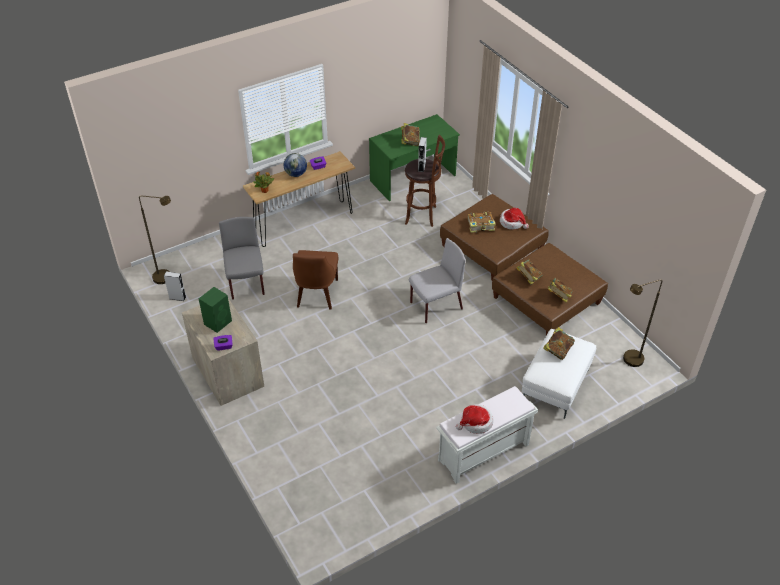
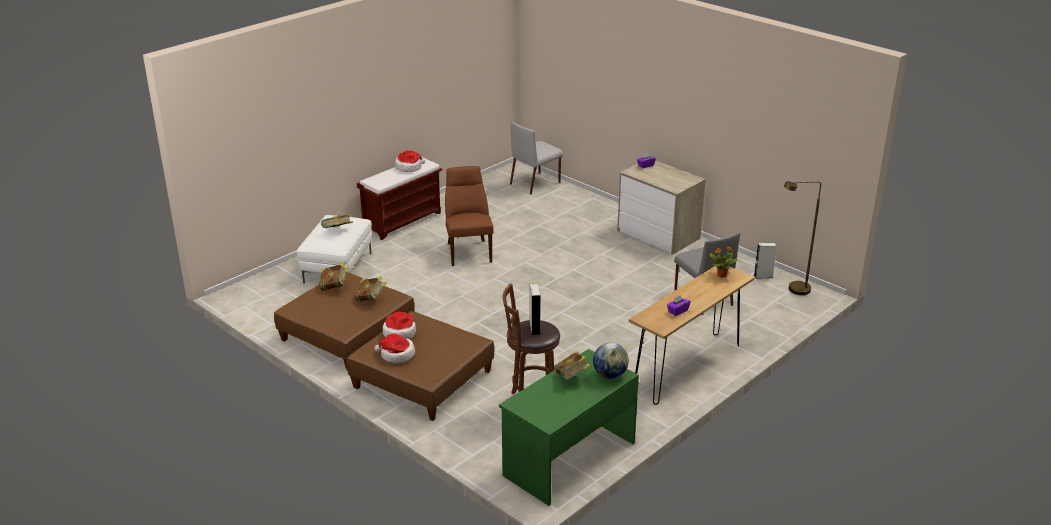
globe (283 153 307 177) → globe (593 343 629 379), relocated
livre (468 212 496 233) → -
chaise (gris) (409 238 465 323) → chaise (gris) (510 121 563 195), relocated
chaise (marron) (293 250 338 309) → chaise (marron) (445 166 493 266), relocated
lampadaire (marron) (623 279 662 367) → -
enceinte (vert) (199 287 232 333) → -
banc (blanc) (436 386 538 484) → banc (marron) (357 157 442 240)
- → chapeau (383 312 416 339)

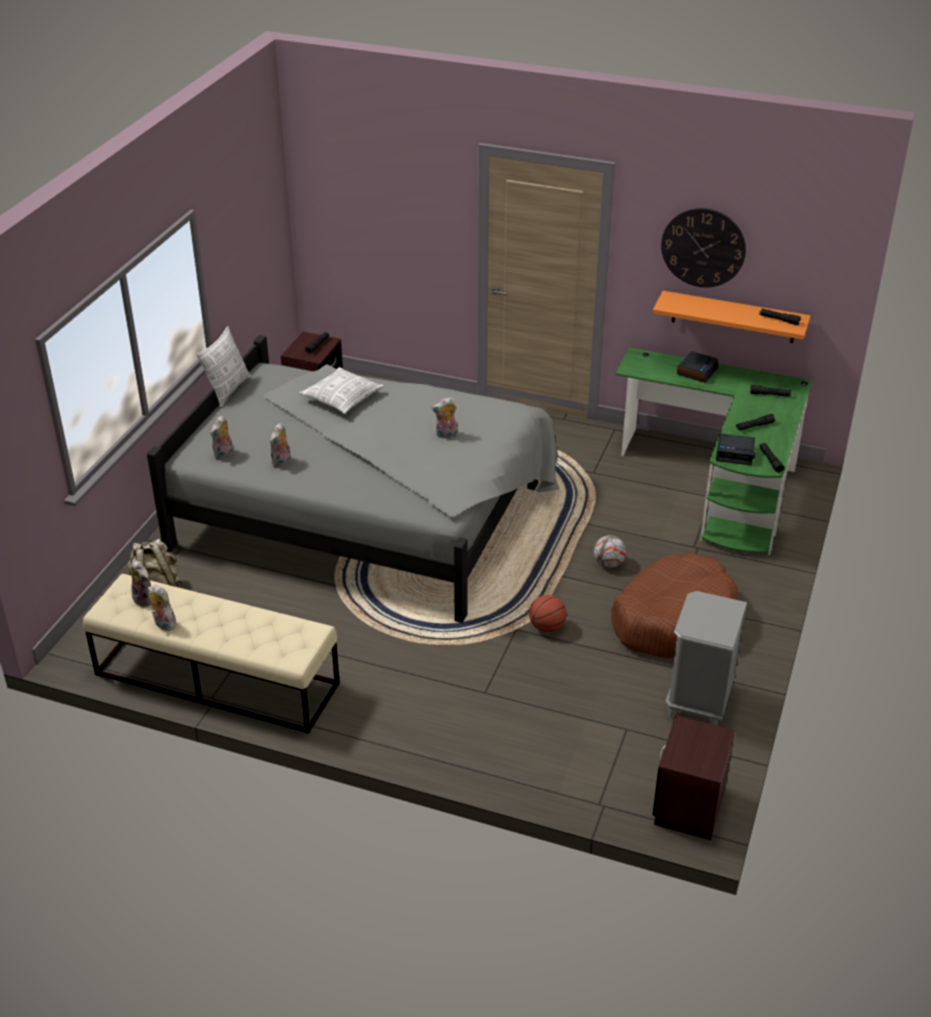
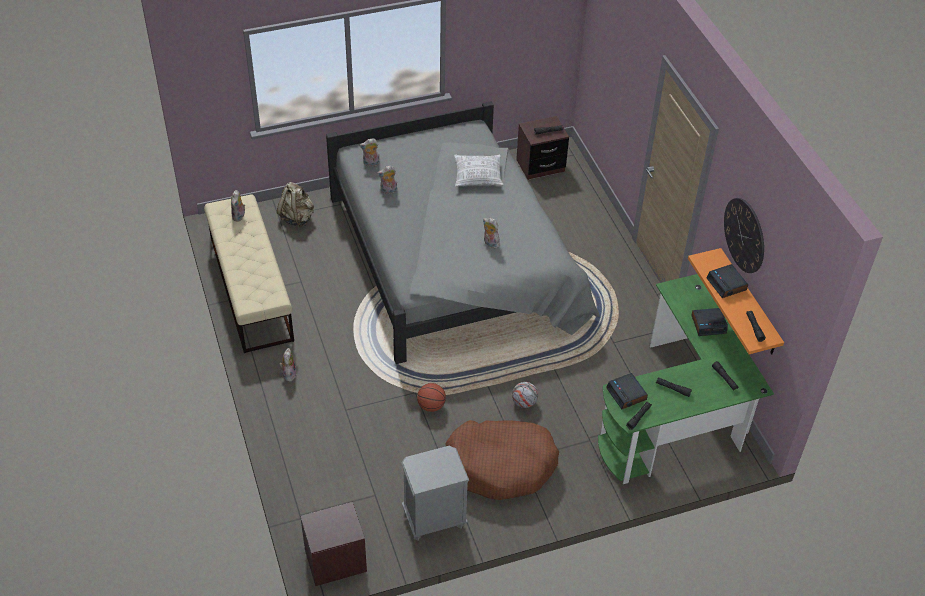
coussin (197 326 251 407) → -
peluche (148 585 177 631) → peluche (280 348 297 382), relocated
- → réveil (707 264 748 298)

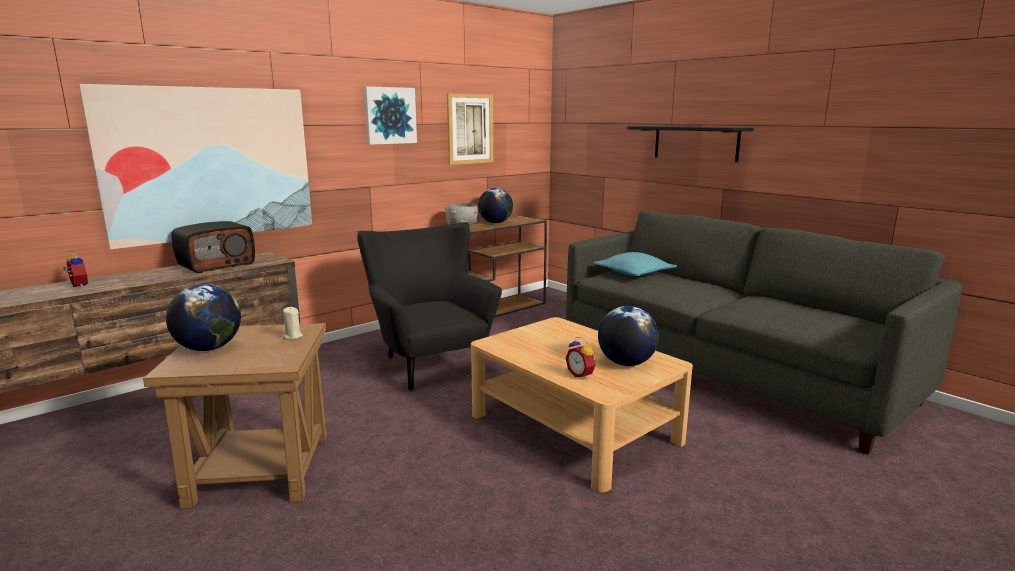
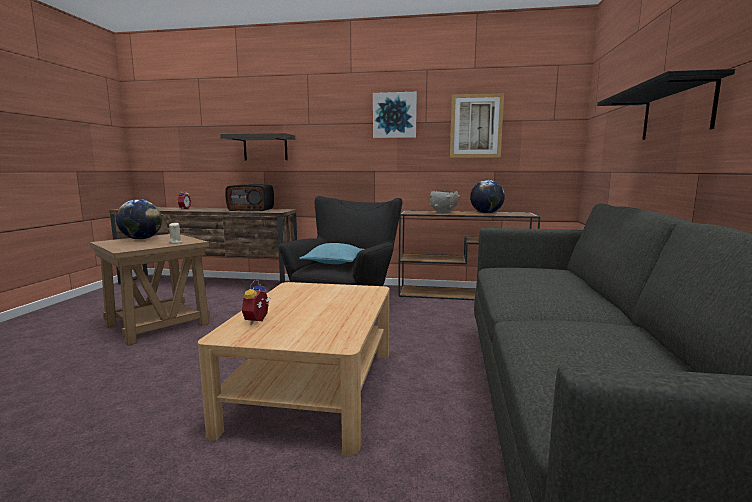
tableau (79 84 312 249) → étagère (220 133 295 160)
coussin (turquoise) (593 252 677 276) → coussin (turquoise) (299 243 364 264), relocated
globe (598 306 659 366) → -

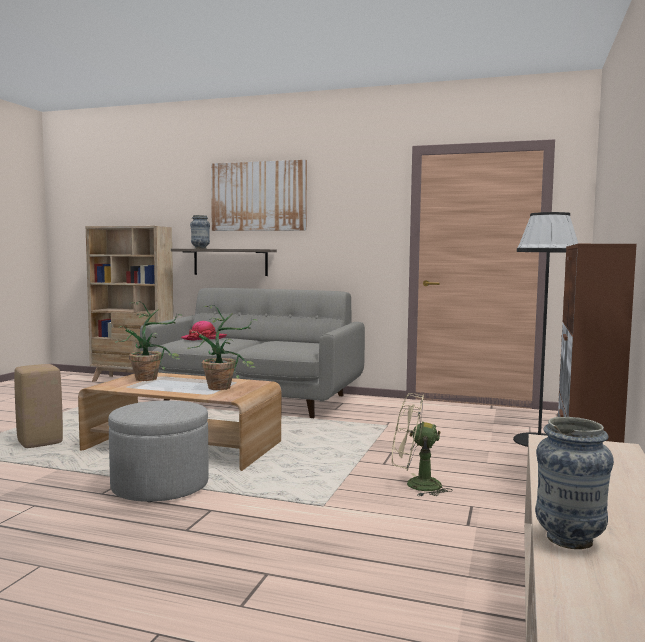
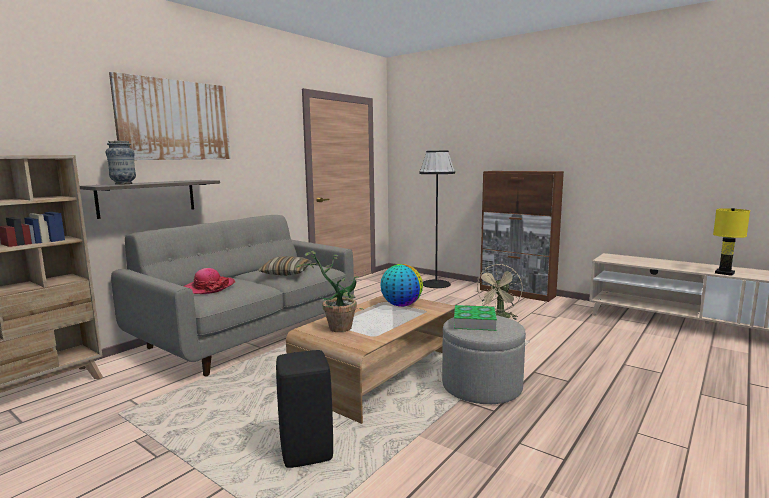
plante en pot (187 305 258 390) → globe (380 264 423 307)
tabouret (beige) (14 364 63 448) → tabouret (noir) (276 350 333 468)
vase (535 417 614 549) → lampe de table (jaune) (713 208 750 276)
- → coussin (258 256 312 276)
- → livre (454 305 497 331)

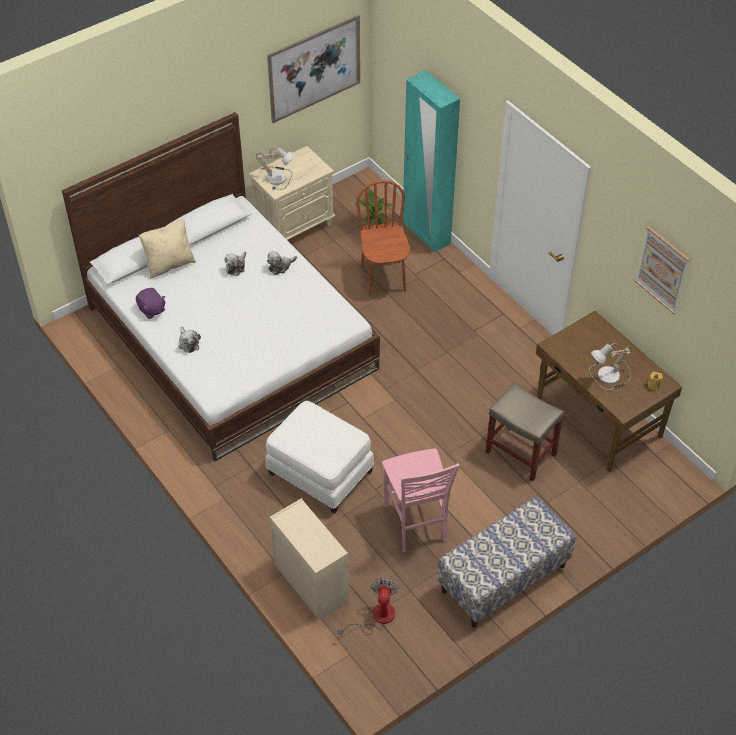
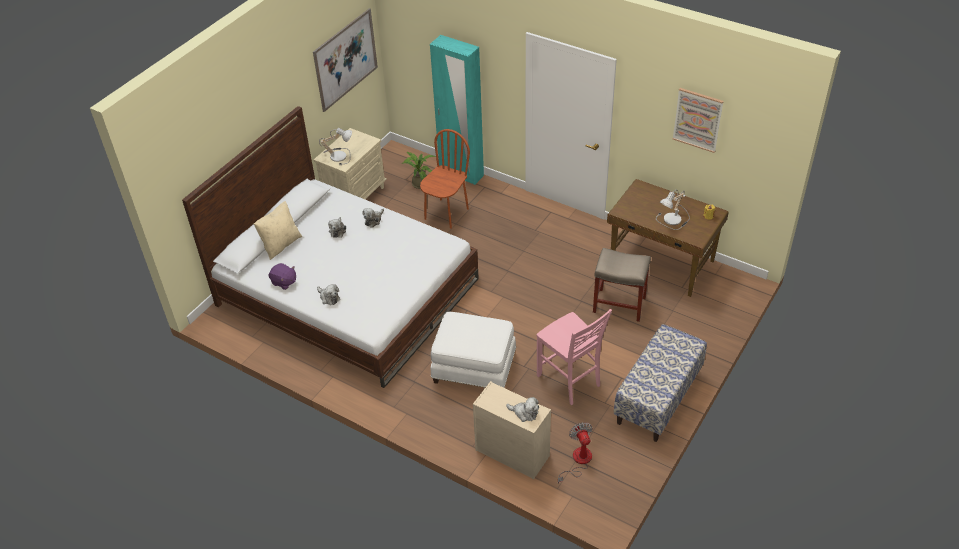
chaise (marron) (356 180 410 296) → chaise (marron) (420 129 470 229), 60 degrees clockwise
- → peluche (506 397 539 422)

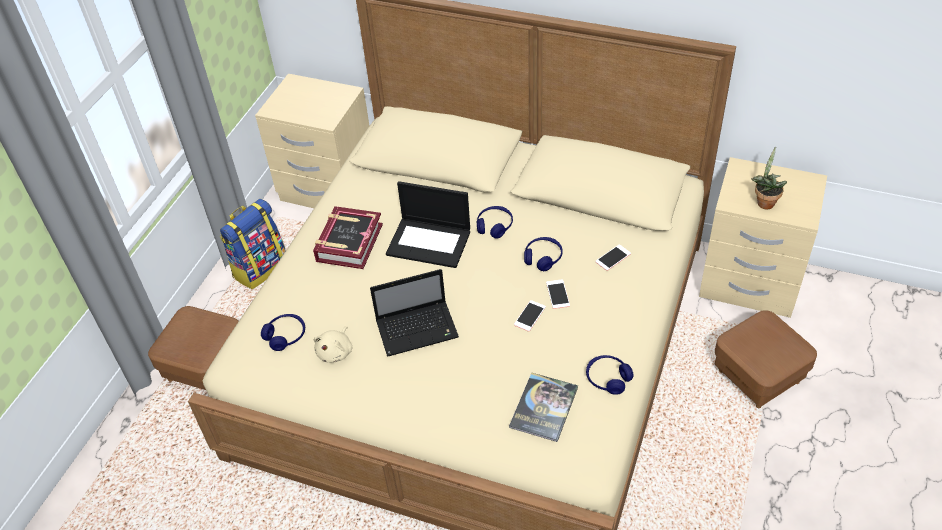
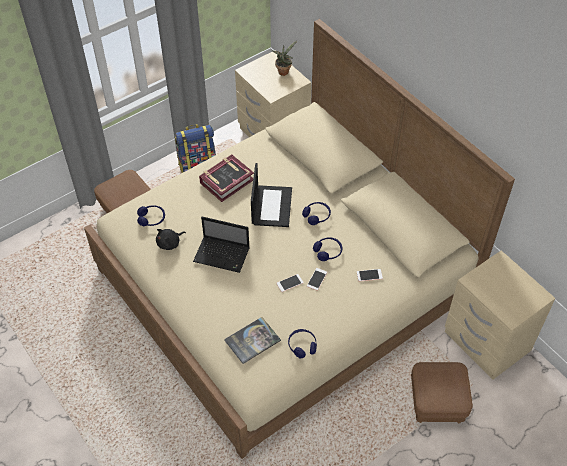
plante en pot (751 147 787 210) → plante en pot (271 41 297 76), relocated
ordinateur portable (386 181 470 268) → ordinateur portable (251 163 292 227), 135 degrees counterclockwise
peluche (beige) (314 326 352 363) → peluche (noir) (156 229 186 250)

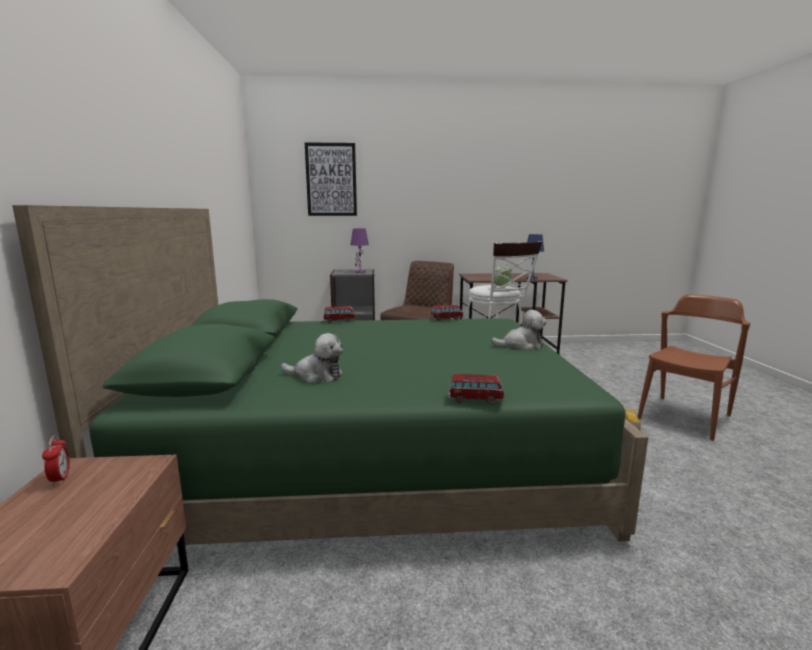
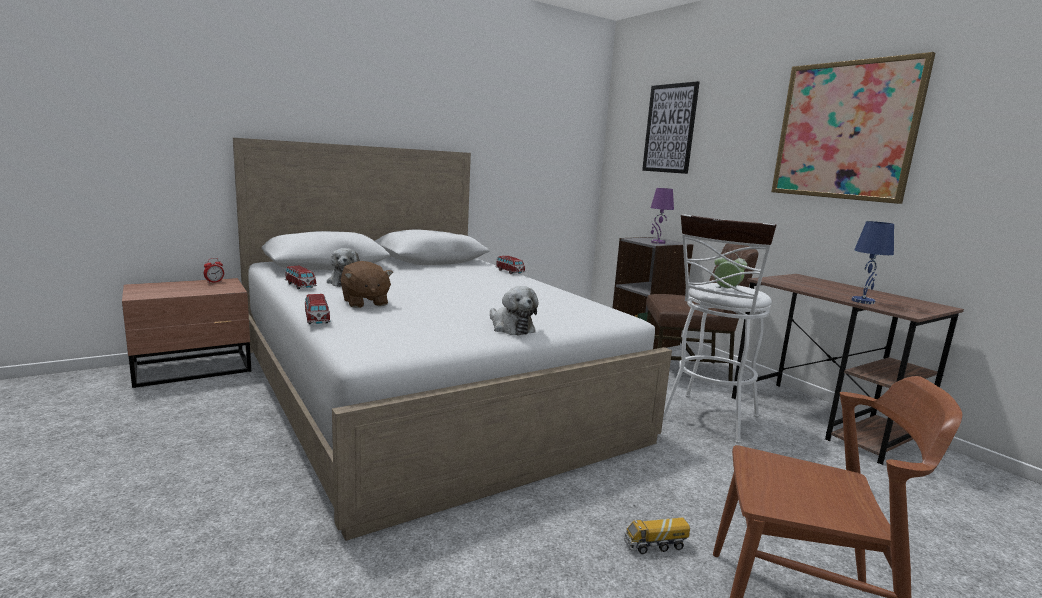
lit (vert) (12 205 648 545) → lit (blanc) (233 138 672 541)
petite voiture (430 305 463 321) → petite voiture (285 266 317 289), relocated
- → tableau (771 52 935 204)
- → peluche (marron) (341 261 393 308)

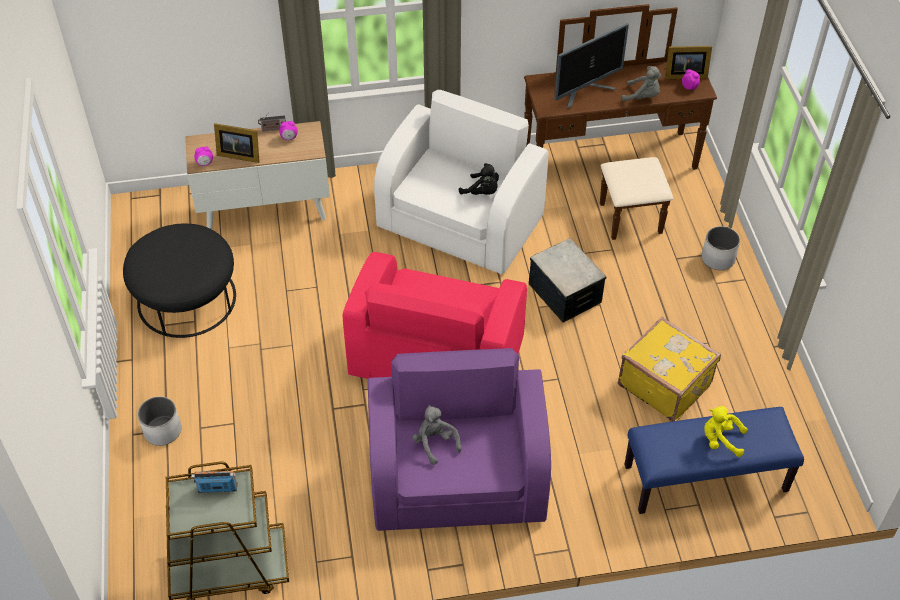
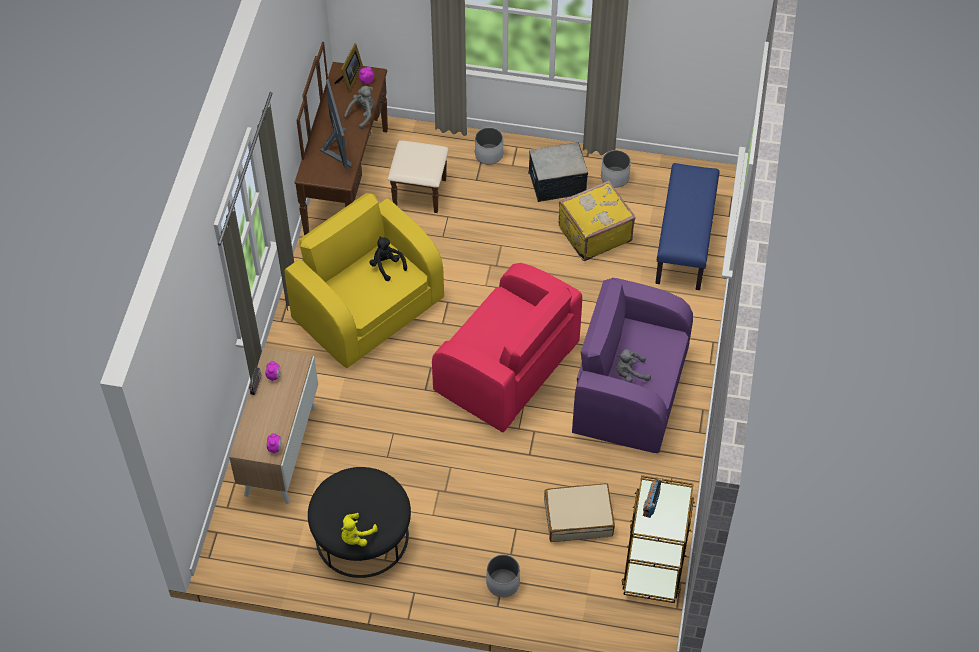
fauteuil (blanc) (374 90 548 274) → fauteuil (jaune) (285 193 444 368)
cadre photo (214 123 259 163) → -
peluche (noir) (459 163 499 195) → peluche (noir) (370 237 407 281), 90 degrees counterclockwise
boîte de rangement (529 238 606 323) → boîte de rangement (528 142 588 202), relocated
peluche (jaune) (704 406 747 457) → peluche (jaune) (341 513 378 546), relocated
- → cache-pot (blanc) (601 150 631 188)
- → valise (beige) (544 483 615 542)

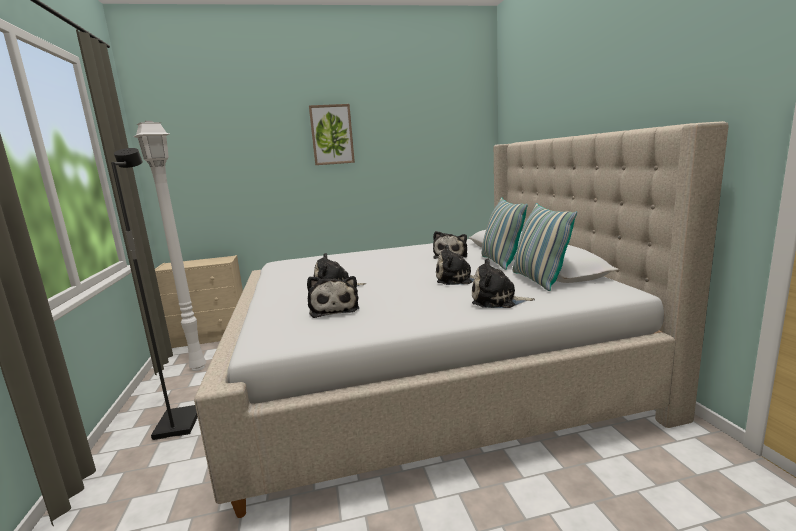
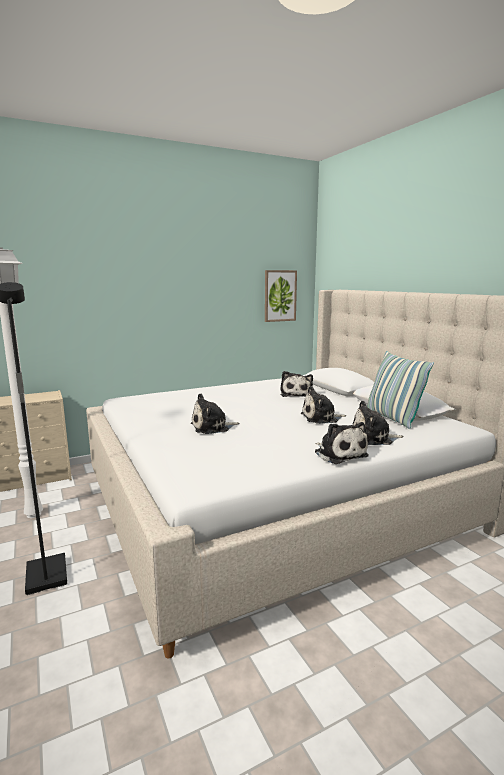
tableau (309 104 355 165) → tableau (265 270 297 322), relocated
coussin (482 197 528 270) → -
peluche (307 276 359 318) → peluche (315 422 369 464), relocated

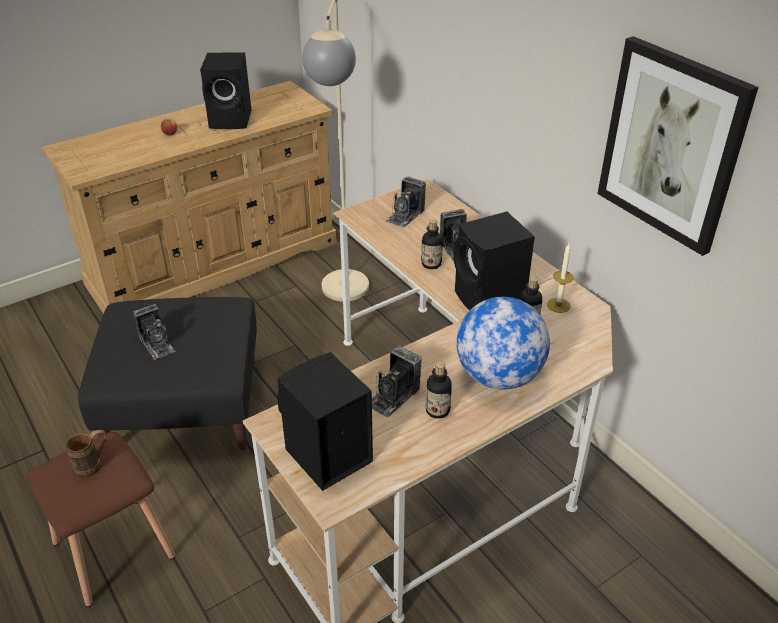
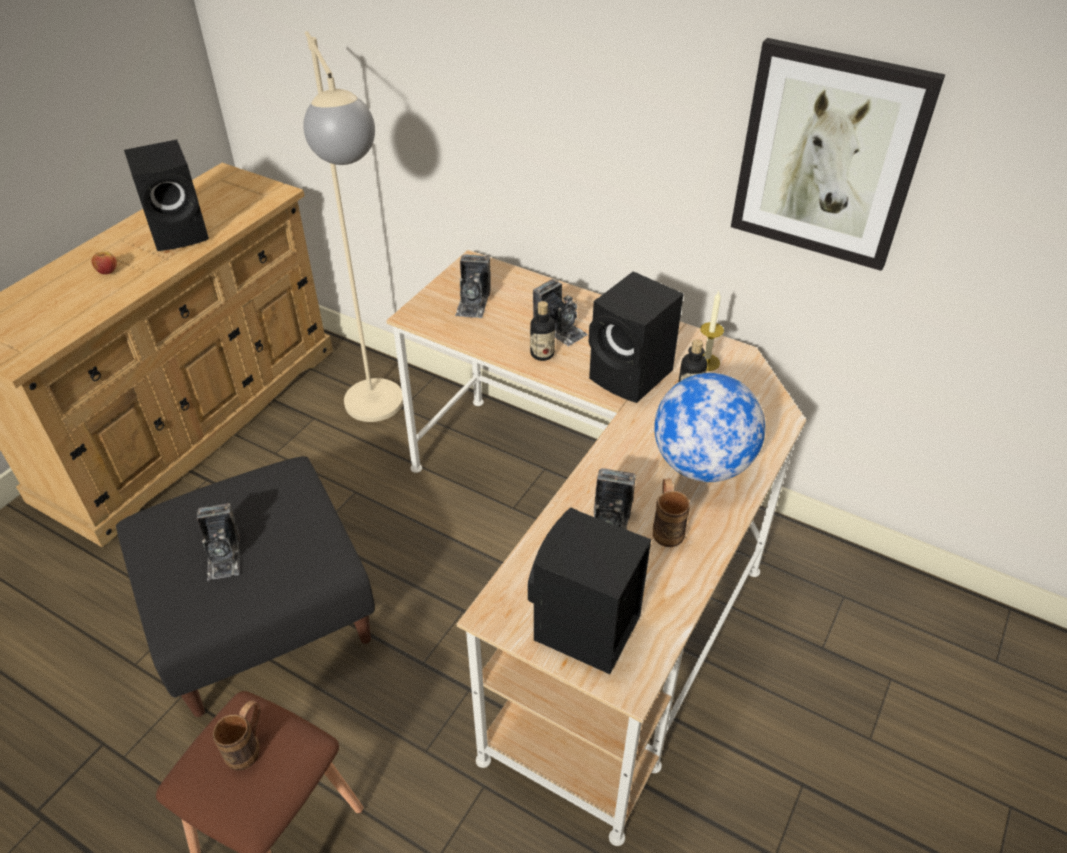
appareil photo (133 304 176 360) → appareil photo (197 503 240 581), 45 degrees clockwise
bouteille (426 361 452 419) → mug (marron) (653 478 690 547)

